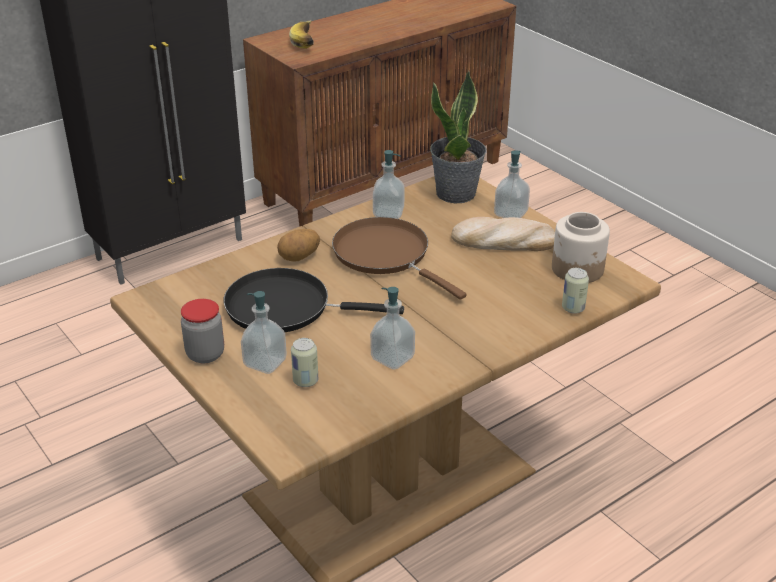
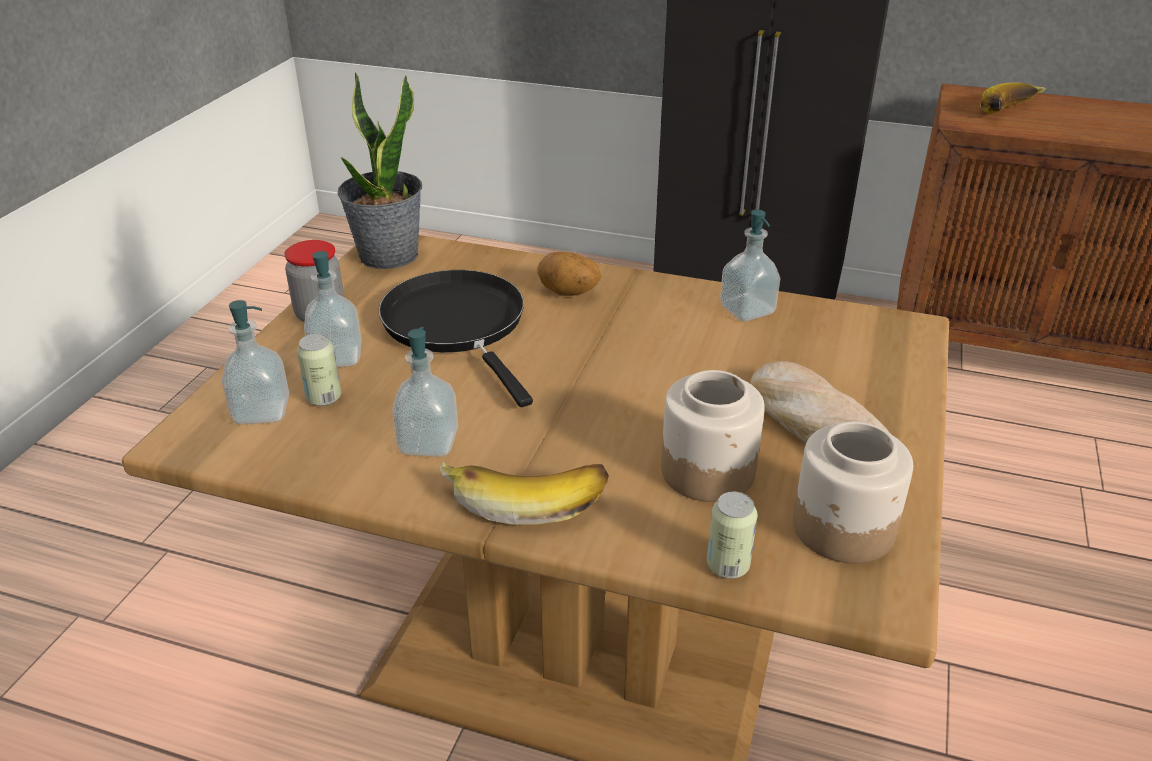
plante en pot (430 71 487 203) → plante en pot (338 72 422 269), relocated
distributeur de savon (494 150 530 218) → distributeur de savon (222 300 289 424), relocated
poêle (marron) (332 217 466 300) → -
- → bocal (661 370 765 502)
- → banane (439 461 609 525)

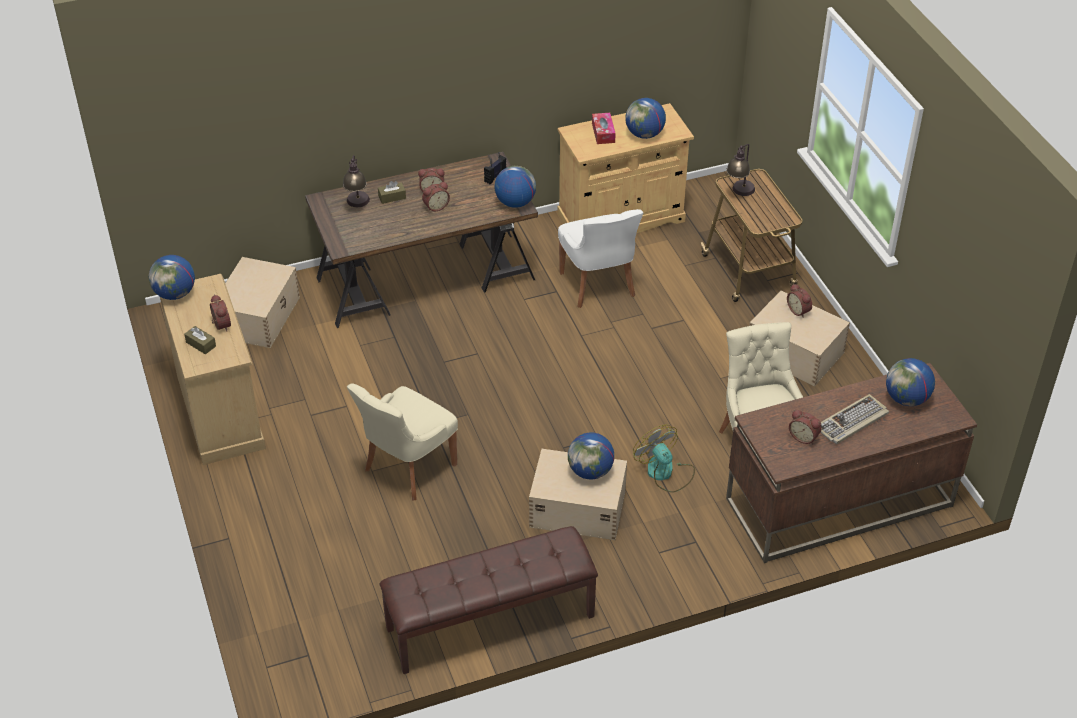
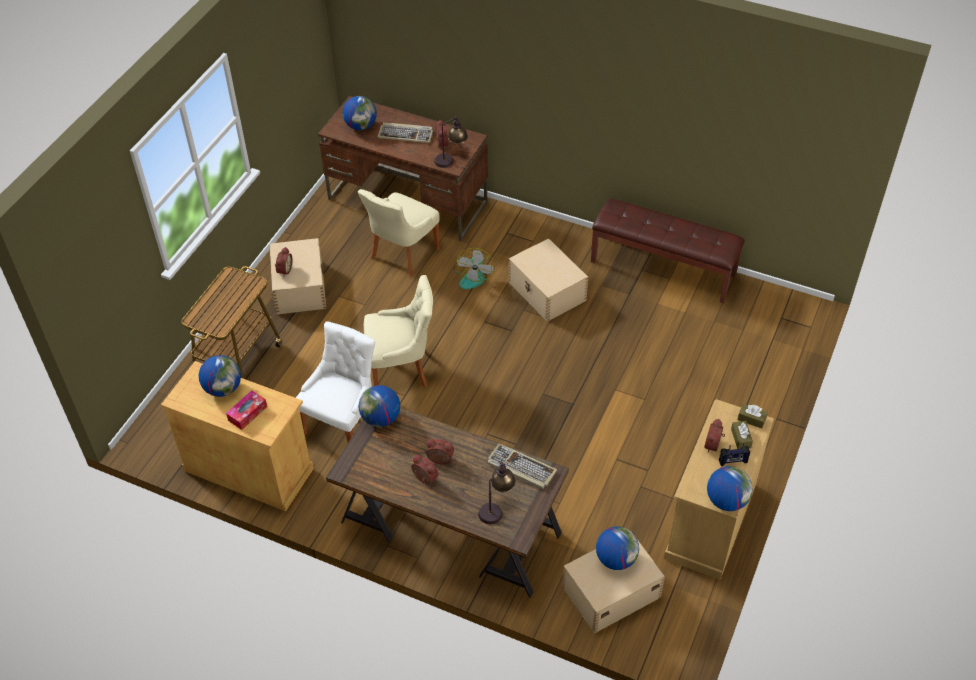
lampe de table (726 144 755 196) → lampe de table (434 115 468 168), relocated
radio (484 152 506 184) → radio (719 443 750 466), relocated
boîte à mouchoirs (marron) (378 181 406 204) → boîte à mouchoirs (marron) (738 404 768 429), relocated
chaise (beige) (347 383 458 500) → chaise (beige) (364 275 433 388), relocated
globe (568 432 614 479) → globe (596 527 639 570), relocated
- → clavier (487 443 557 489)

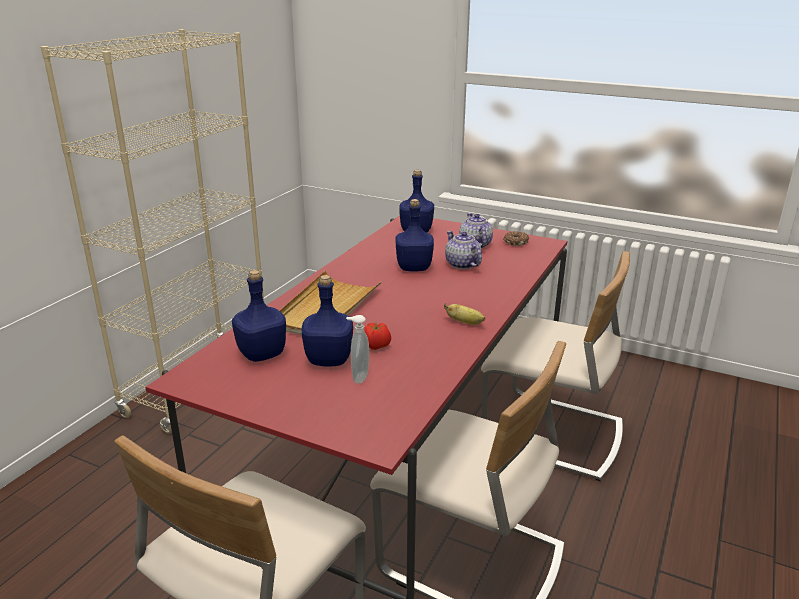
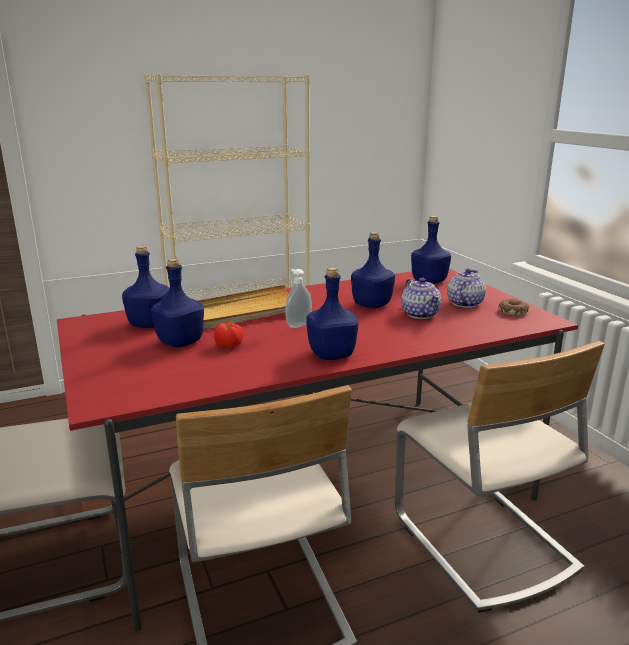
théière (445 231 482 269) → théière (401 278 441 319), 150 degrees clockwise
banane (444 303 485 325) → bouteille (bleu) (306 267 358 360)
distributeur de savon (346 315 369 384) → distributeur de savon (285 269 312 328), relocated

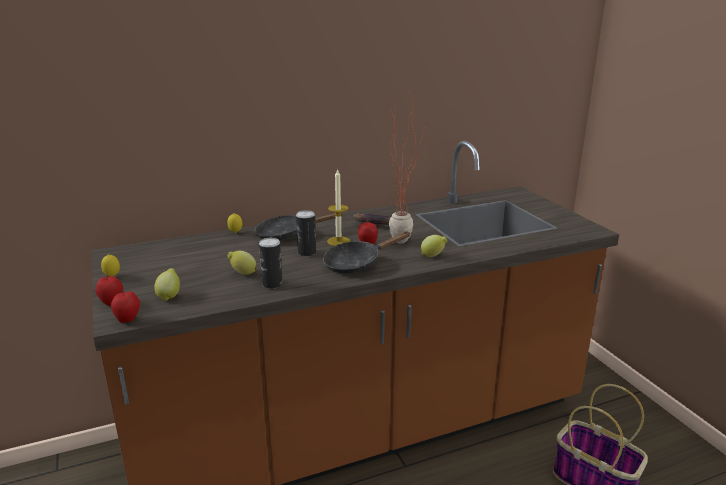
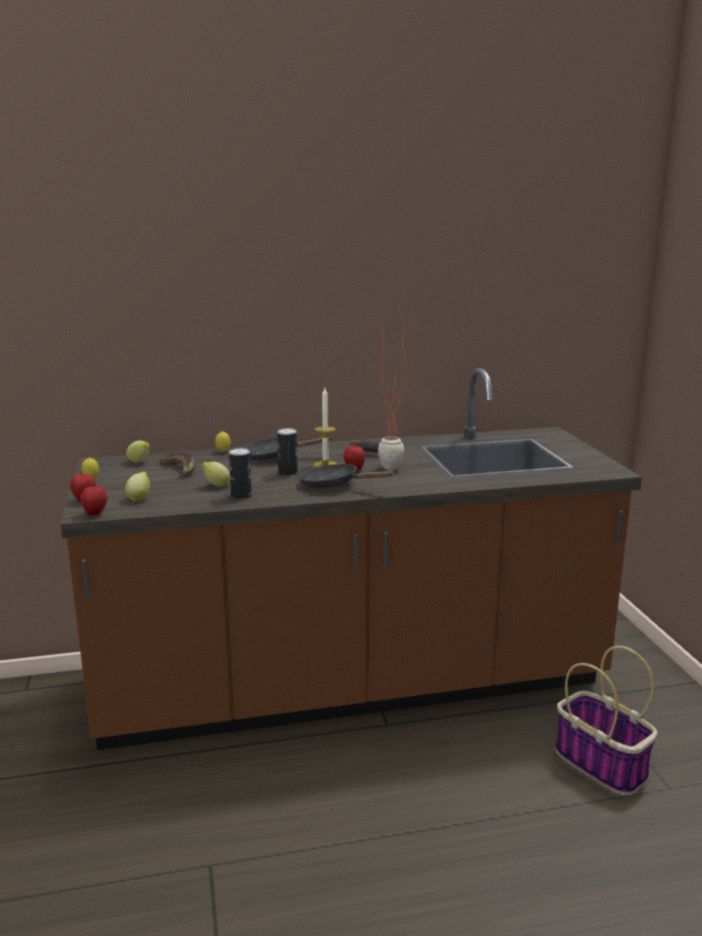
poêle (noir) (323 232 410 274) → poêle (noir) (299 464 395 488), 45 degrees clockwise
citron (421 235 448 257) → citron (126 440 149 463), relocated
- → banane (160 453 196 480)

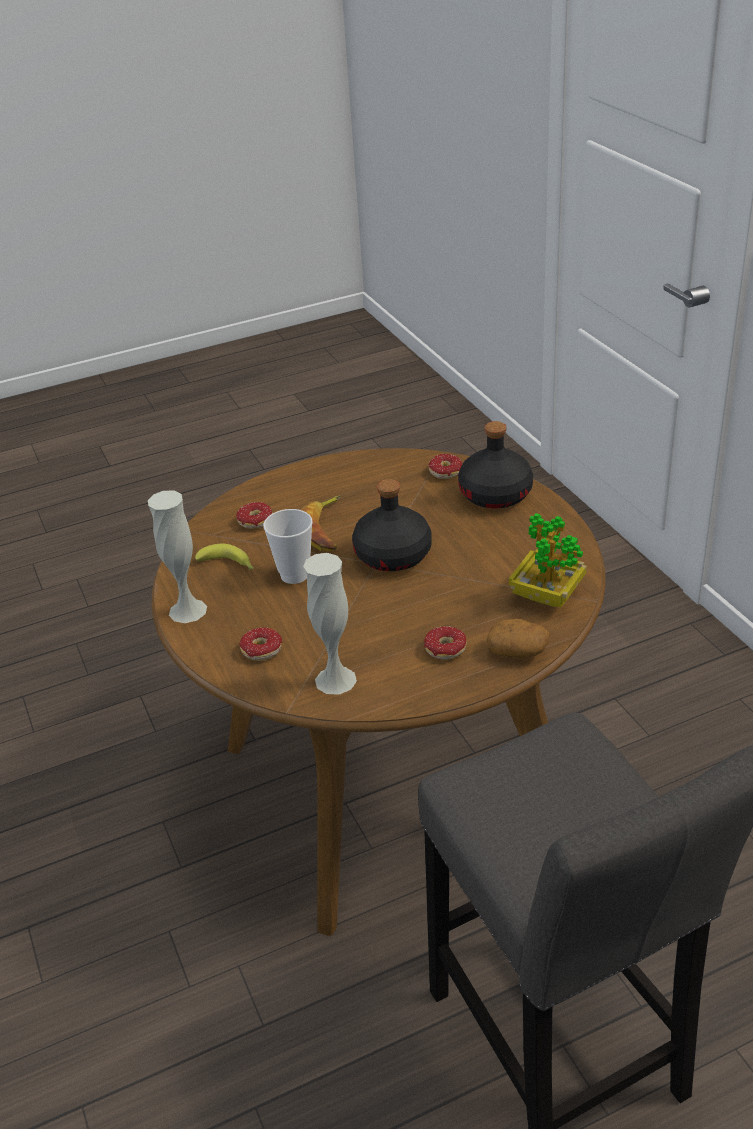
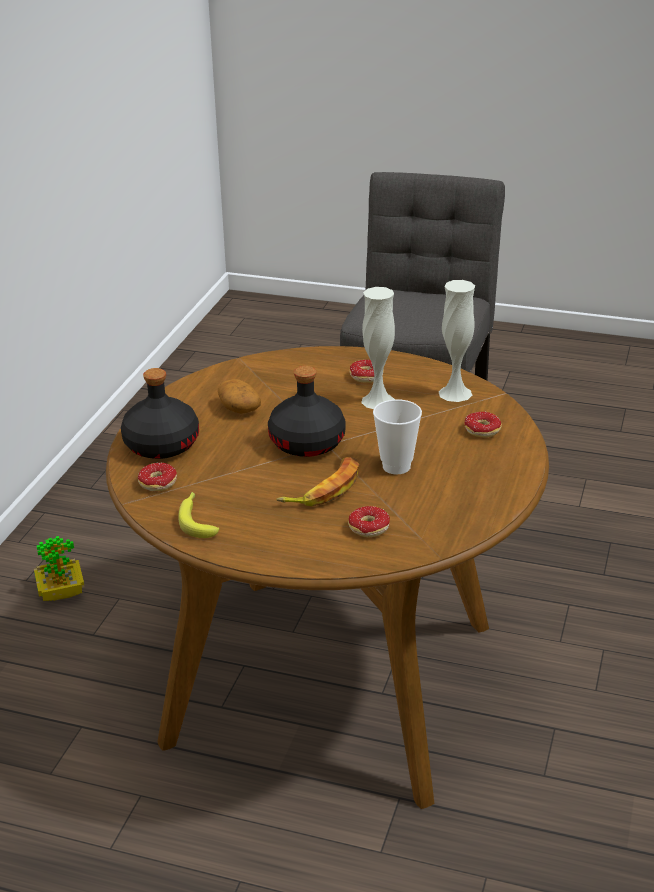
vase (blanc) (148 491 207 623) → vase (blanc) (361 287 395 409), relocated
plante en pot (509 513 587 607) → plante en pot (34 536 85 601), relocated
banane (195 544 254 570) → banane (179 492 220 538), relocated
pomme de terre (486 619 549 658) → pomme de terre (218 379 261 414), relocated

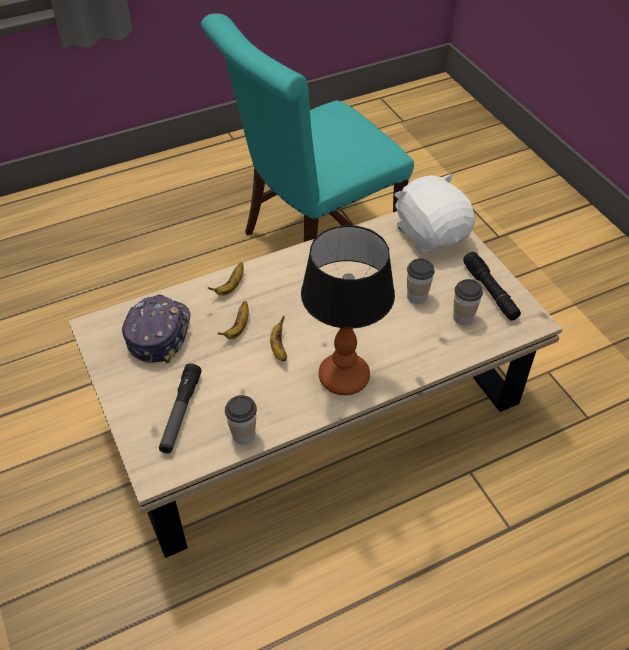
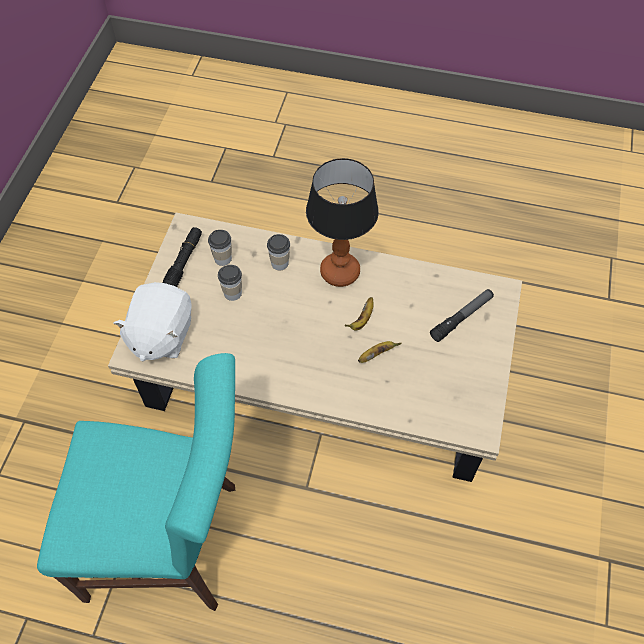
banane (208 262 244 296) → -
casquette (122 294 190 364) → -
tasse (225 395 257 444) → tasse (267 234 290 271), relocated

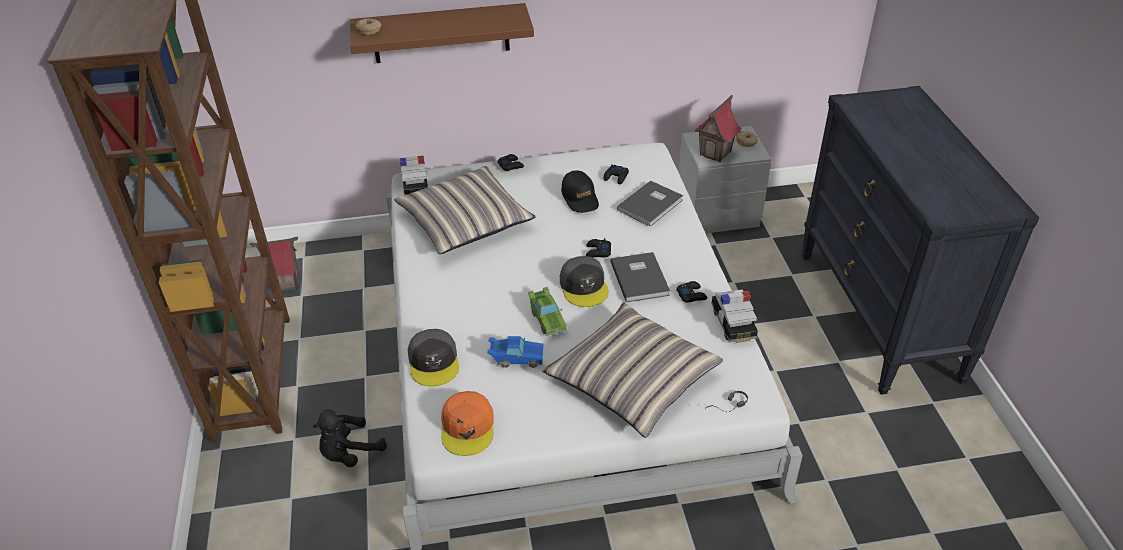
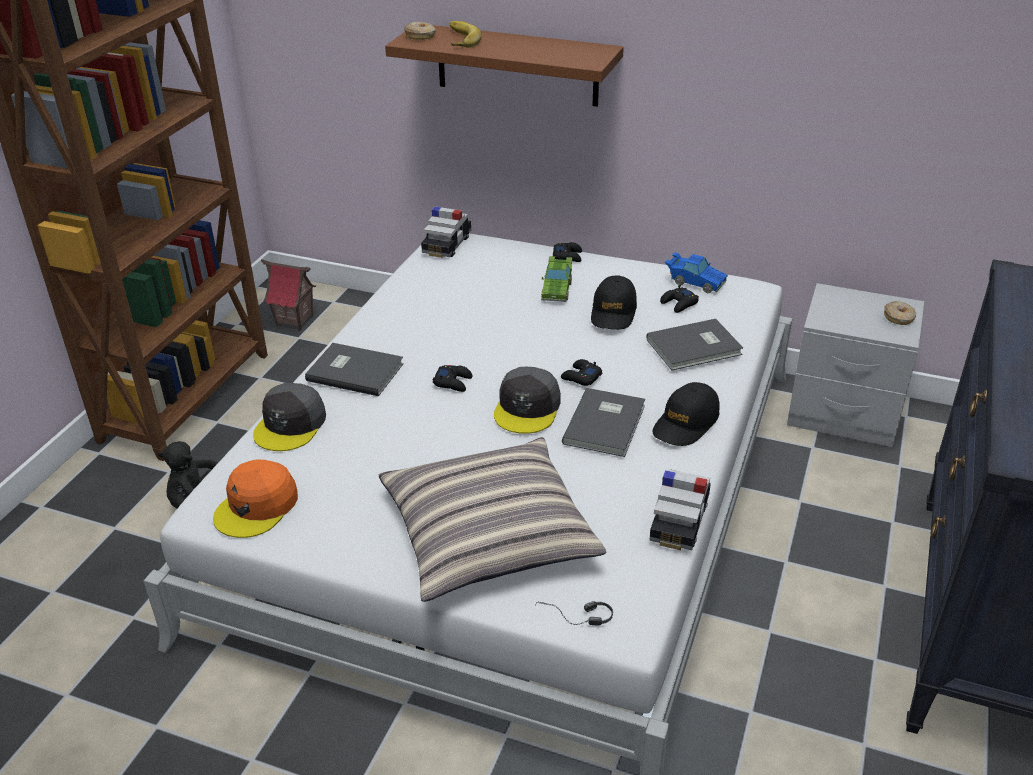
maison miniature (695 95 741 162) → -
coussin (394 166 536 254) → -
manette (noir) (676 281 707 303) → manette (noir) (433 365 472 392), relocated
petite voiture (vert) (528 287 567 336) → petite voiture (vert) (541 256 572 302), relocated
petite voiture (bleu) (487 336 544 368) → petite voiture (bleu) (665 252 728 293), relocated
- → banane (450 21 482 48)
- → livre (gris) (305 343 404 396)
- → casquette (noir) (653 382 720 446)

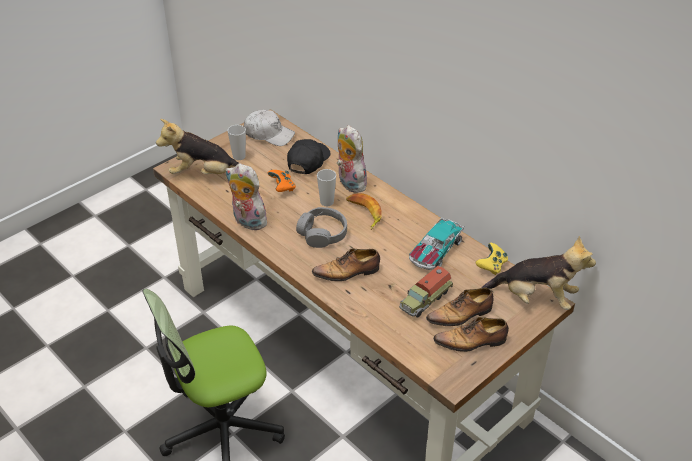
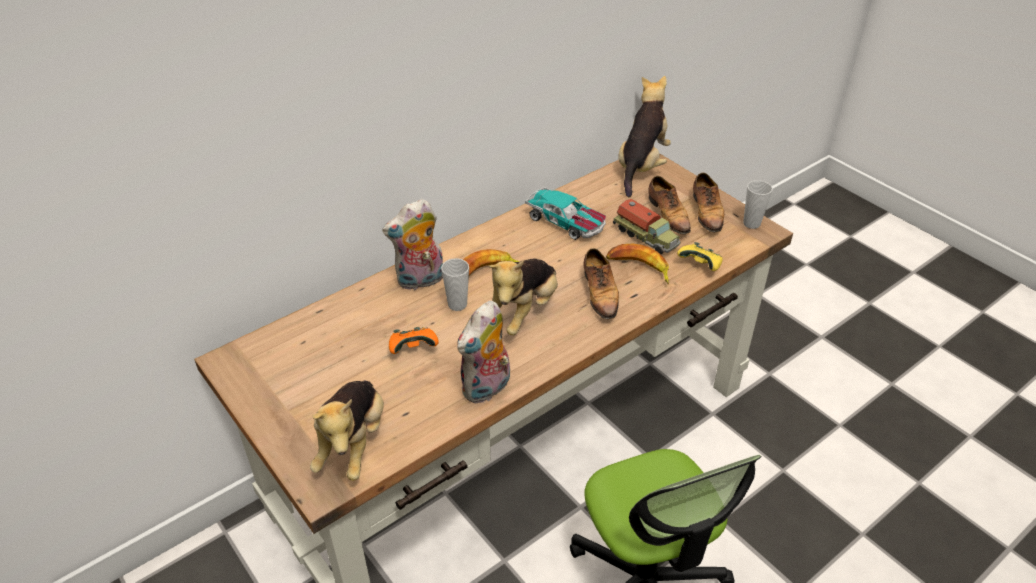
casquette (blanc) (244 110 295 146) → -
tasse (227 125 246 160) → tasse (743 180 773 229), relocated
casquette (noir) (287 139 330 174) → -
casque audio (gris) (296 207 347 248) → peluche (489 258 558 335)
manette (jaune) (475 243 508 275) → manette (jaune) (677 242 723 271), relocated
- → banane (606 244 669 284)

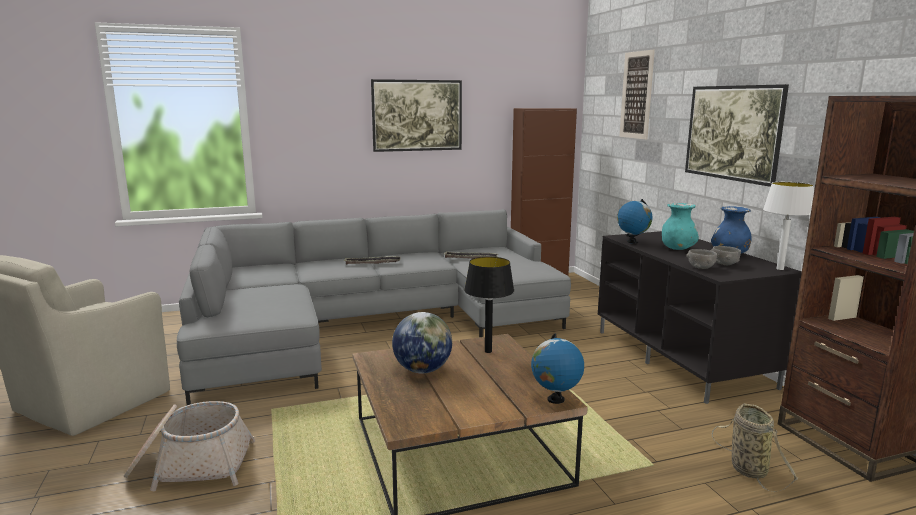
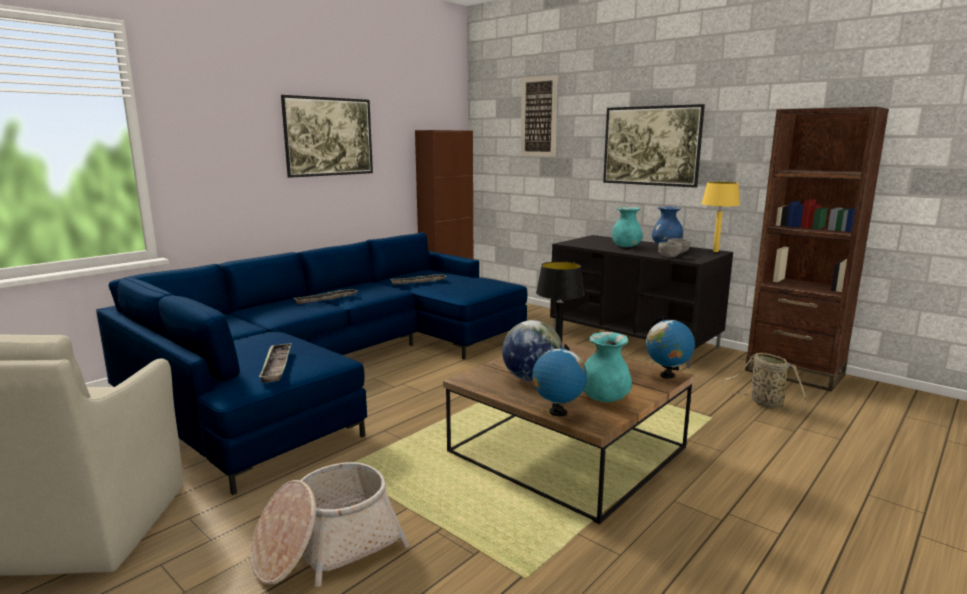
lampe de table (blanc) (763 182 814 270) → lampe de table (jaune) (701 182 740 252)
globe (617 199 653 244) → globe (532 344 587 416), relocated
canapé (gris) (177 209 571 405) → canapé (bleu) (96 232 528 495)
- → vase (turquoise) (583 332 632 402)
- → plateau (259 343 292 383)

